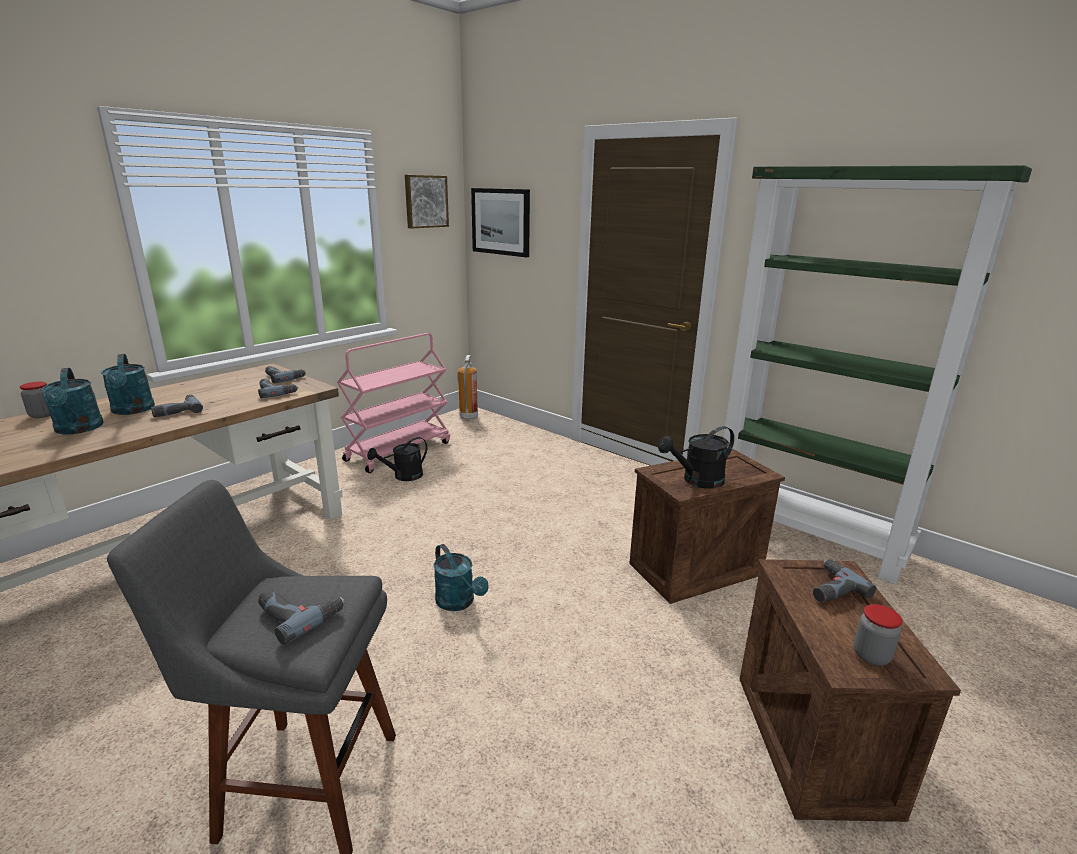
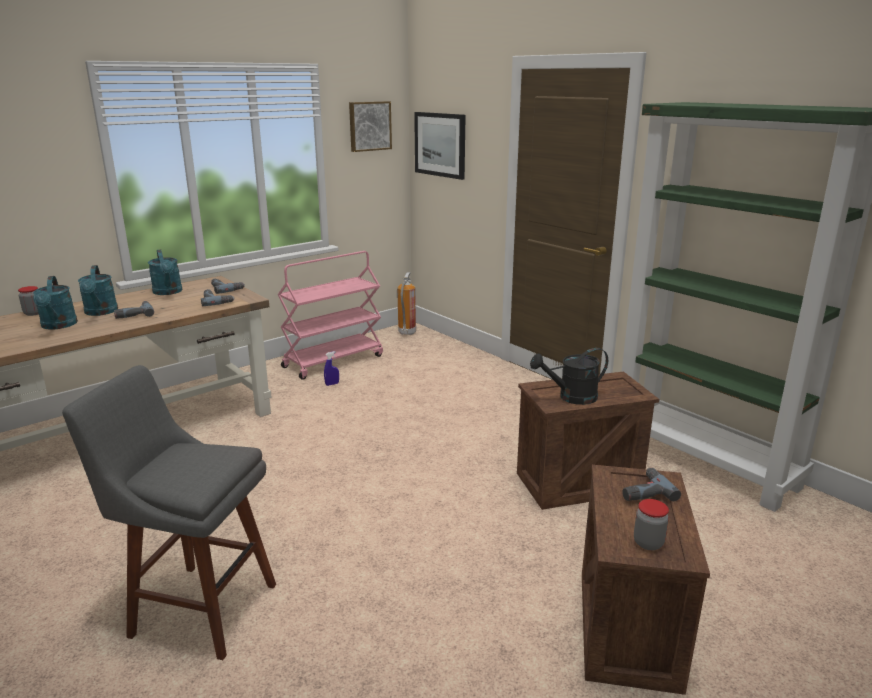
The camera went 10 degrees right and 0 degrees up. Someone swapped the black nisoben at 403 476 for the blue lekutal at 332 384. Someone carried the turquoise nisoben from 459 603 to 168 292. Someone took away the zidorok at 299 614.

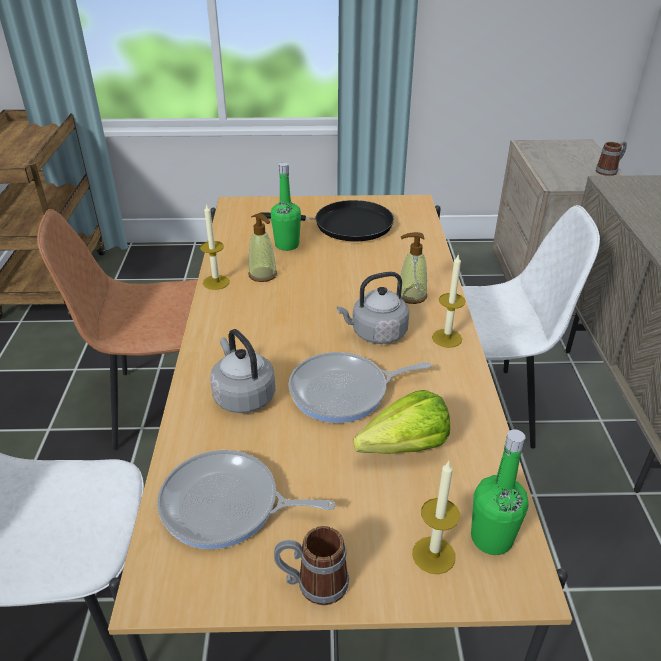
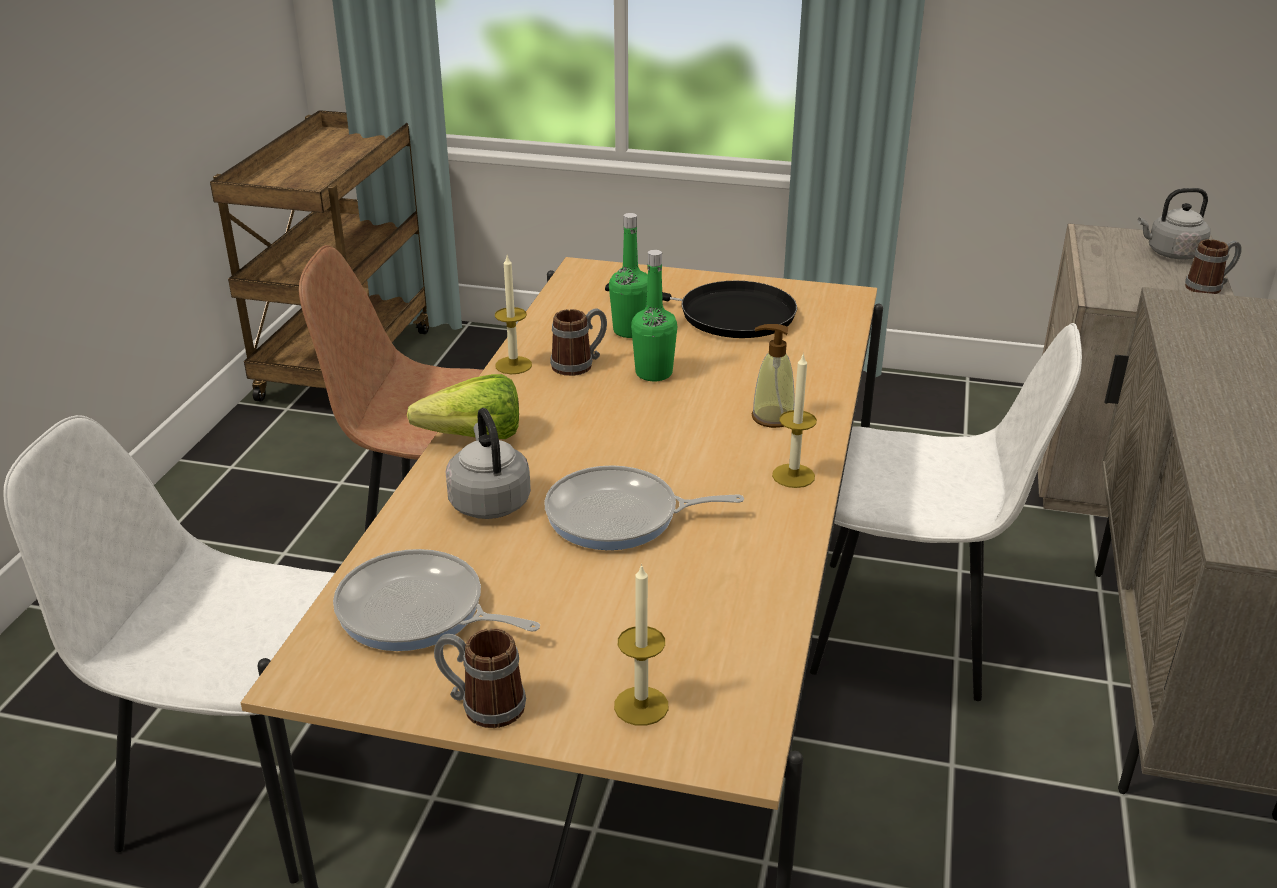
The camera went 15 degrees right and 5 degrees down. Someone swapped the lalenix at 263 275 for the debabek at 579 364. Someone carried the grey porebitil from 376 333 to 1171 254. Someone carried the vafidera from 396 449 to 465 437. Someone carried the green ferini from 491 538 to 654 373.

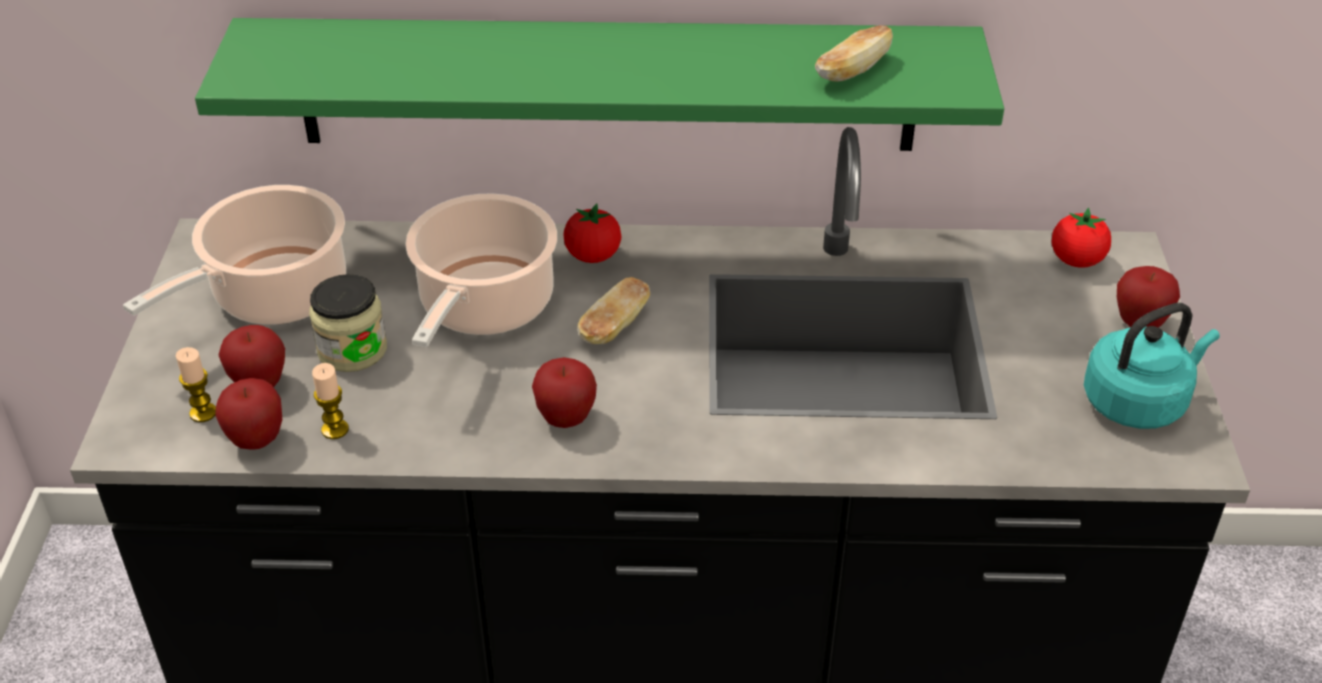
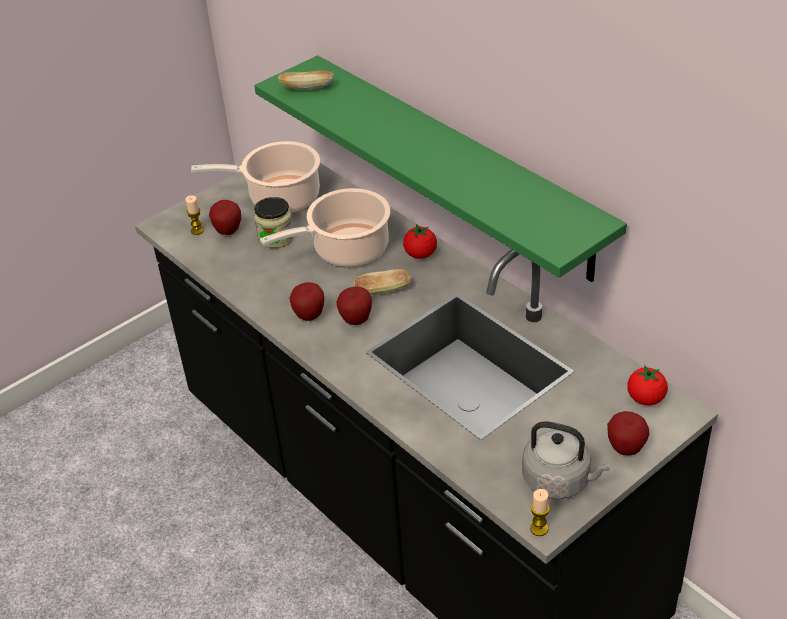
The camera went 50 degrees right and 0 degrees up. Someone carried the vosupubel from 852 71 to 307 88. Someone repainted the turquoise porebitil at 1138 402, which became the grey porebitil at 560 481. Someone carried the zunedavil from 335 429 to 539 529. Someone carried the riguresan from 257 440 to 356 320.

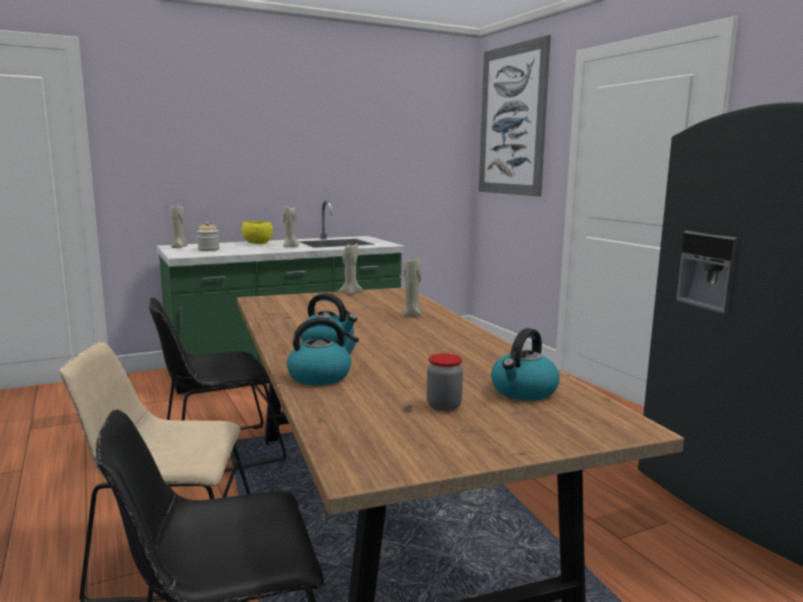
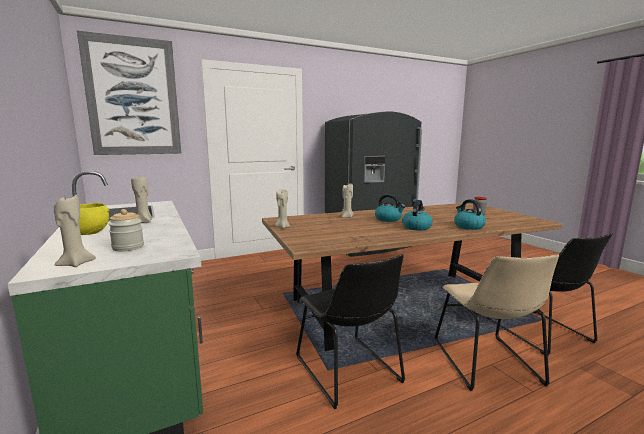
The camera went 90 degrees left and 0 degrees up. Someone carried the porebitil from 523 391 to 388 219.

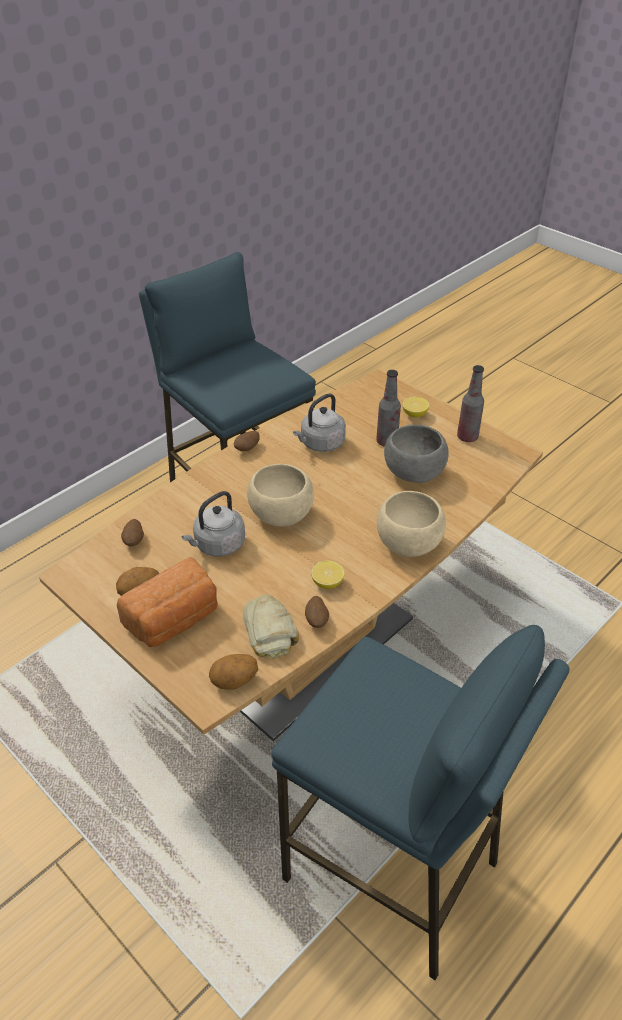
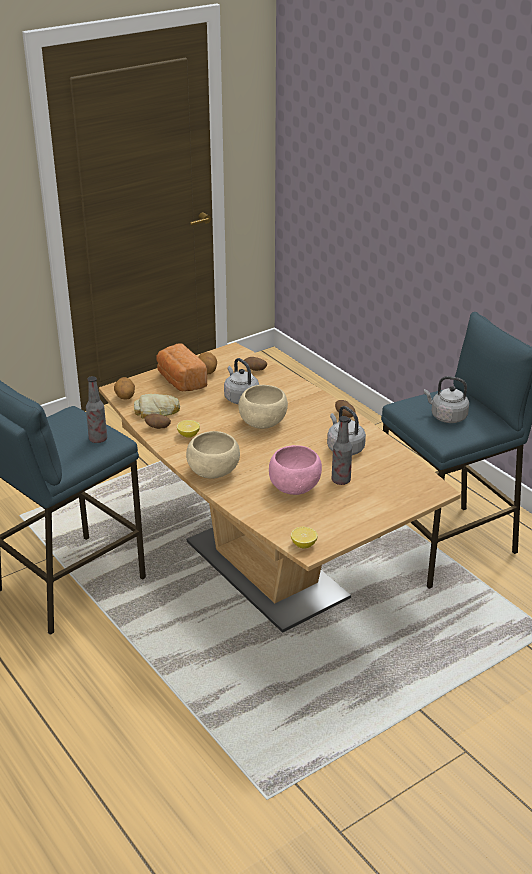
The camera went 100 degrees right and 10 degrees down. Someone carried the ferini from 467 437 to 98 439. Someone carried the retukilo from 414 414 to 303 544. Someone repainted the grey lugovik at 414 473, which became the pink lugovik at 295 488. Someone put down the grey porebitil at 446 416.

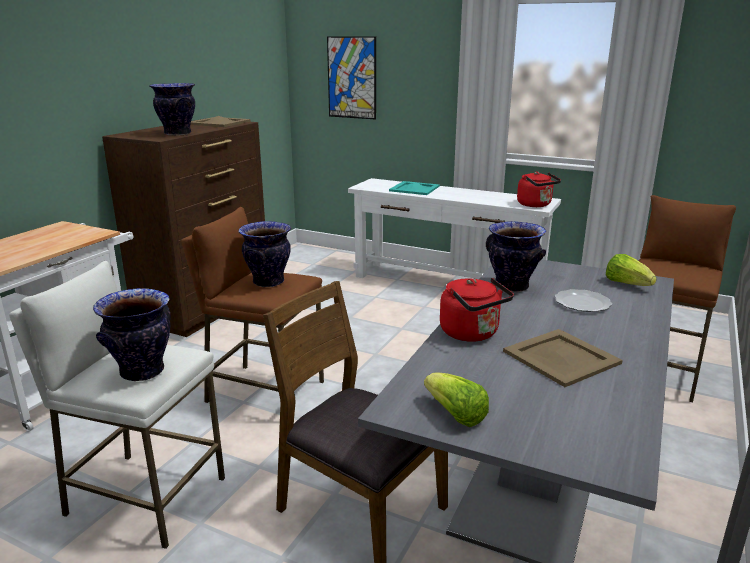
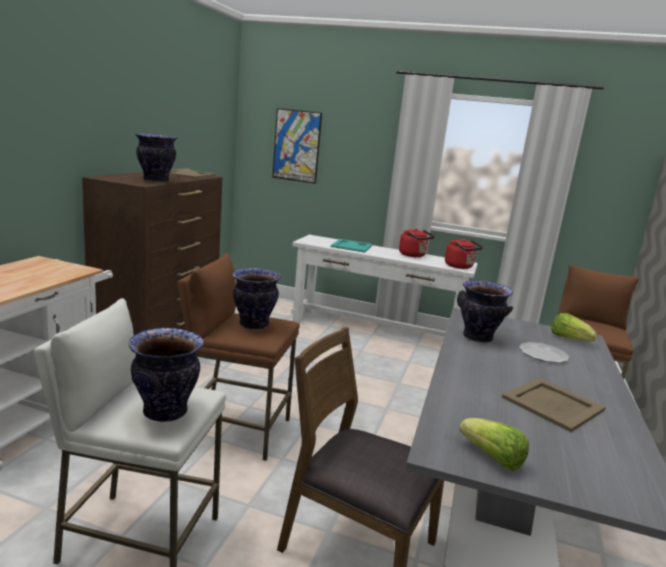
The camera went 10 degrees left and 5 degrees down. Someone carried the red porebitil from 472 334 to 413 255.

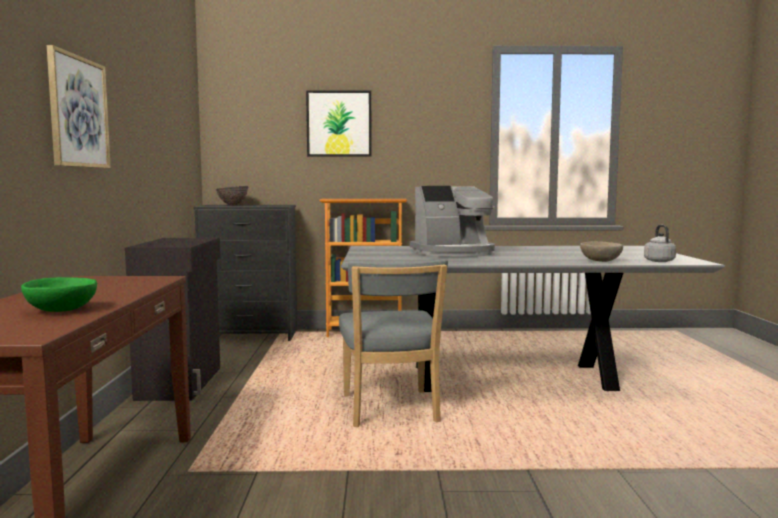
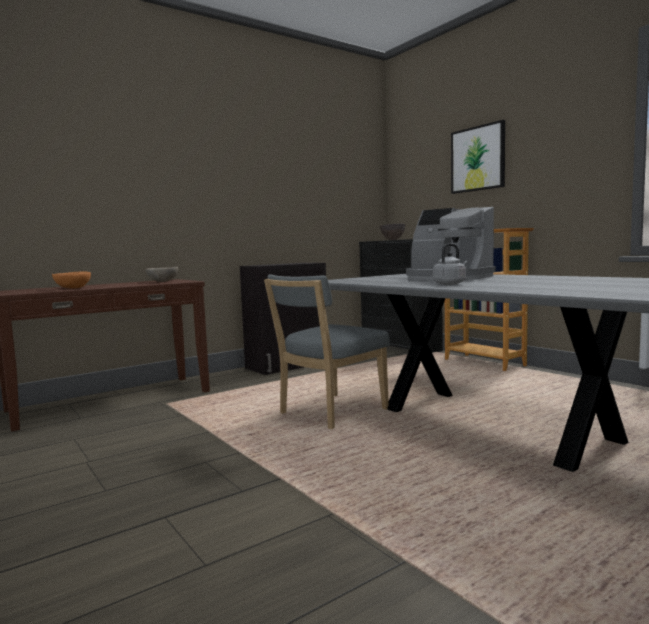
The camera went 55 degrees right and 0 degrees up. Someone took away the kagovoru at 78 112. Someone carried the grey porebitil from 658 261 to 450 283. Someone carried the beige lugovik from 600 261 to 162 281. Someone repainted the green lugovik at 60 311, which became the orange lugovik at 72 288.

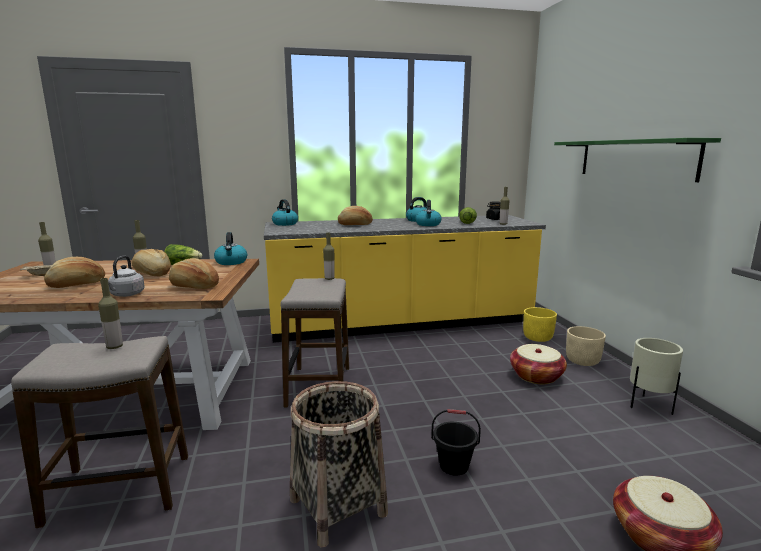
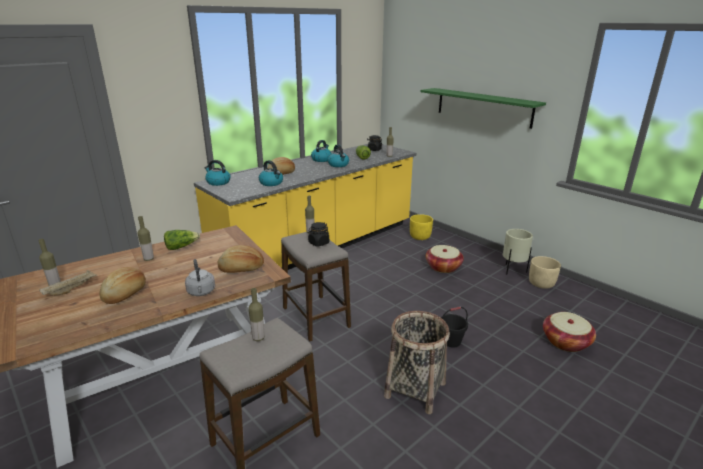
The camera went 30 degrees left and 10 degrees up. Someone carried the porebitil from 231 262 to 271 183. Someone took away the vosupubel at 152 273. Someone carried the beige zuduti from 583 361 to 541 283. Someone put down the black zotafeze at 318 243.

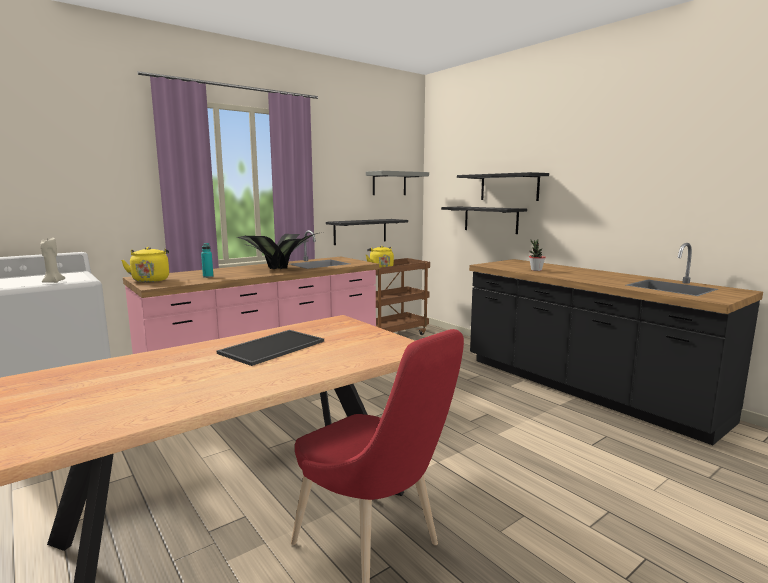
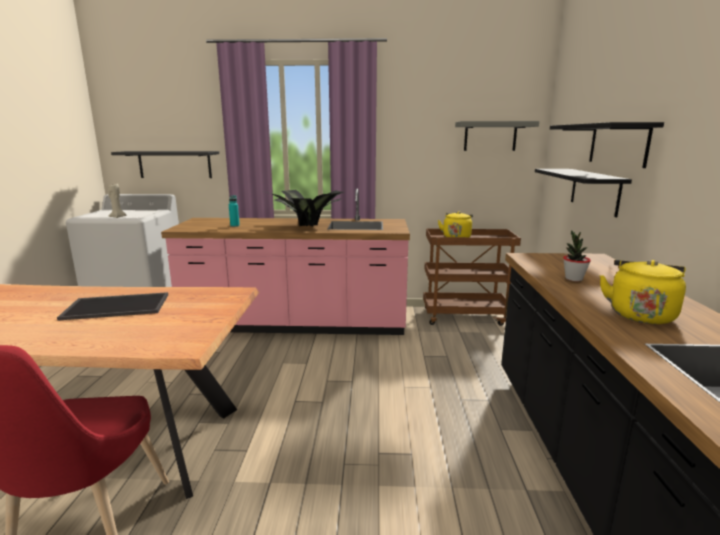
The camera went 40 degrees right and 5 degrees up. Someone carried the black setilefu from 360 231 to 175 164. Someone carried the yellow porebitil from 151 280 to 640 314.

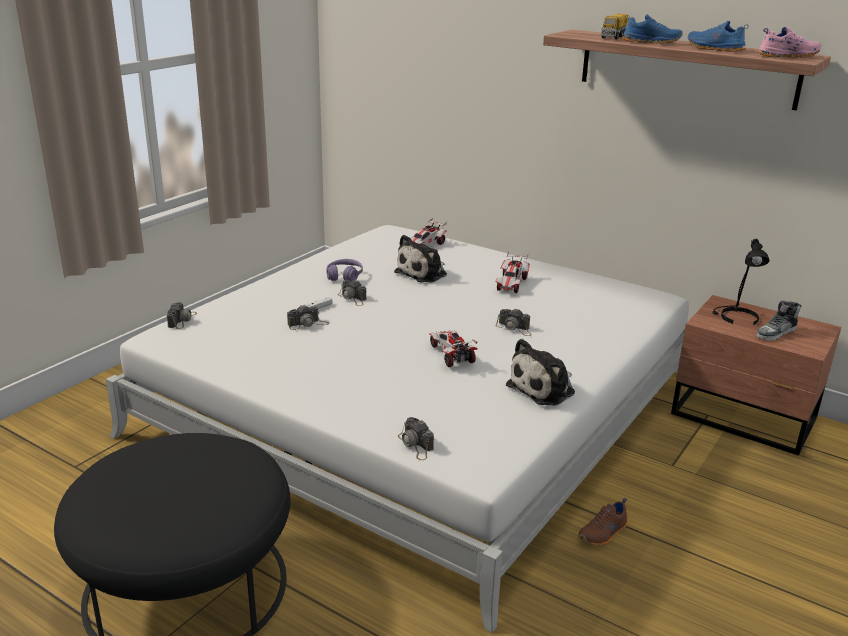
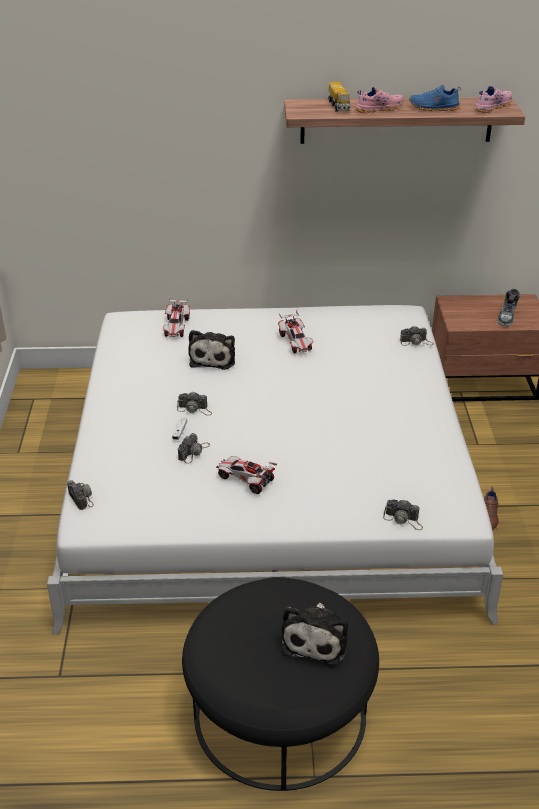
The camera went 35 degrees left and 10 degrees up. Someone repainted the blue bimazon at 651 42, which became the pink bimazon at 378 109. Someone took away the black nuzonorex at 736 318. Someone took away the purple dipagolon at 344 276. Someone carried the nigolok from 514 328 to 416 342. Someone carried the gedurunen from 451 355 to 245 480. Someone carried the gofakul from 544 389 to 316 639.

